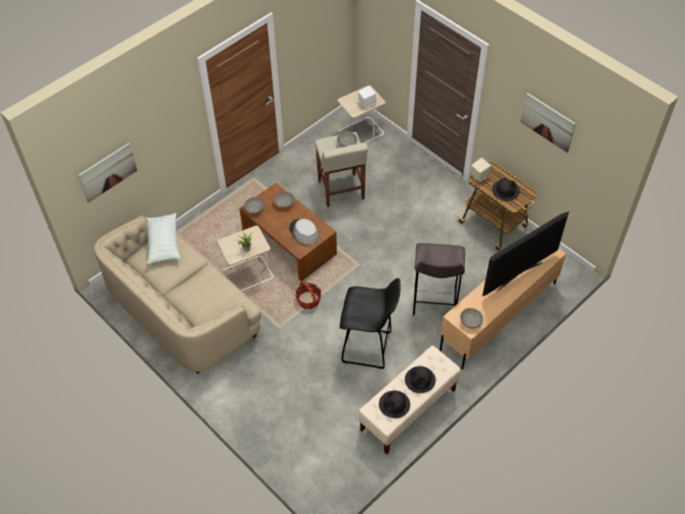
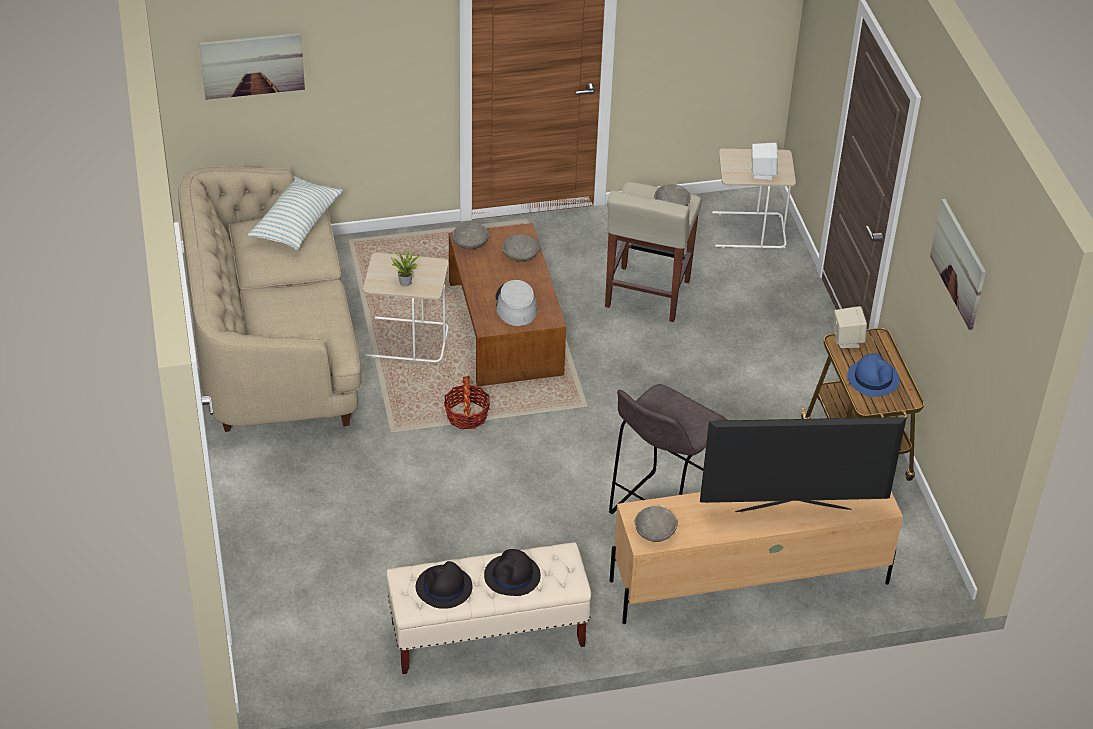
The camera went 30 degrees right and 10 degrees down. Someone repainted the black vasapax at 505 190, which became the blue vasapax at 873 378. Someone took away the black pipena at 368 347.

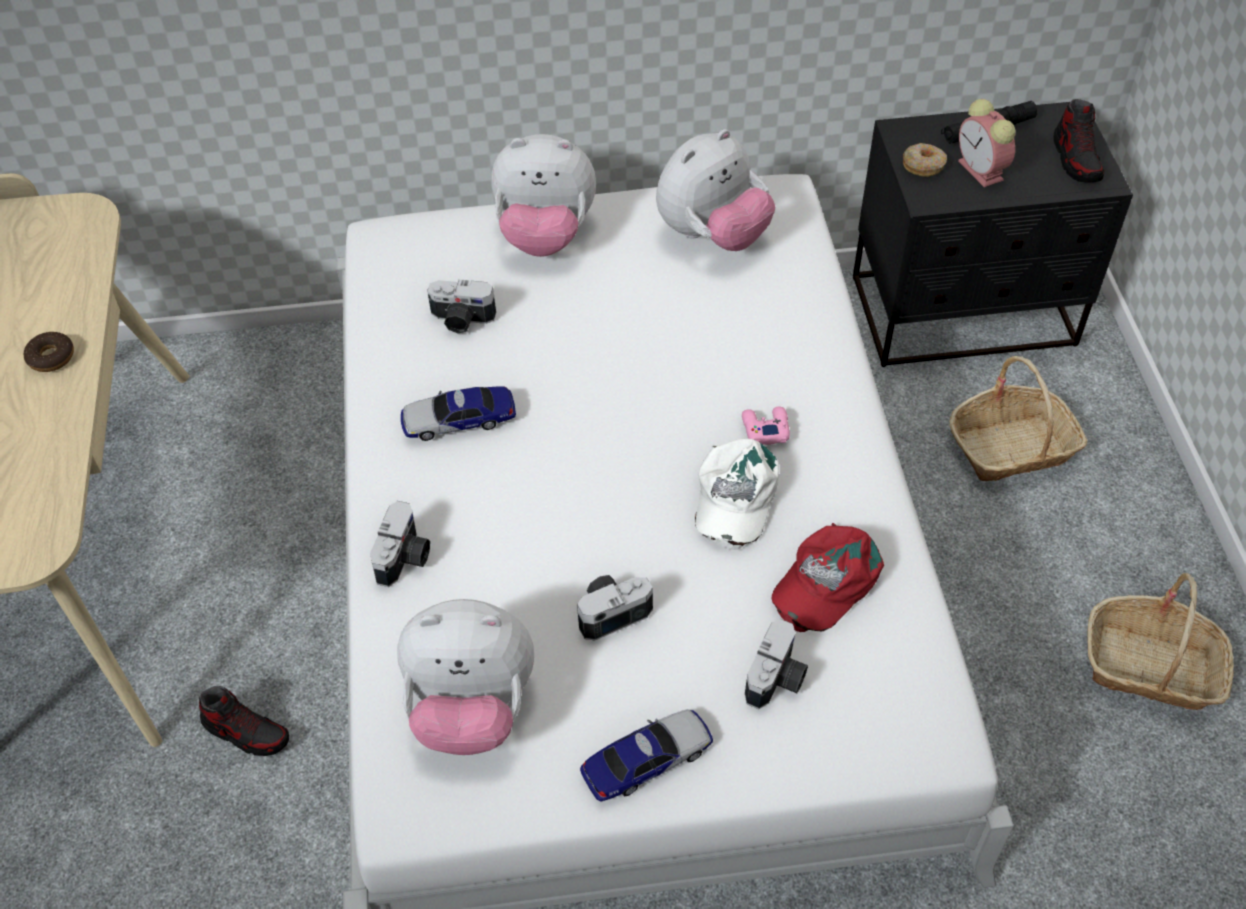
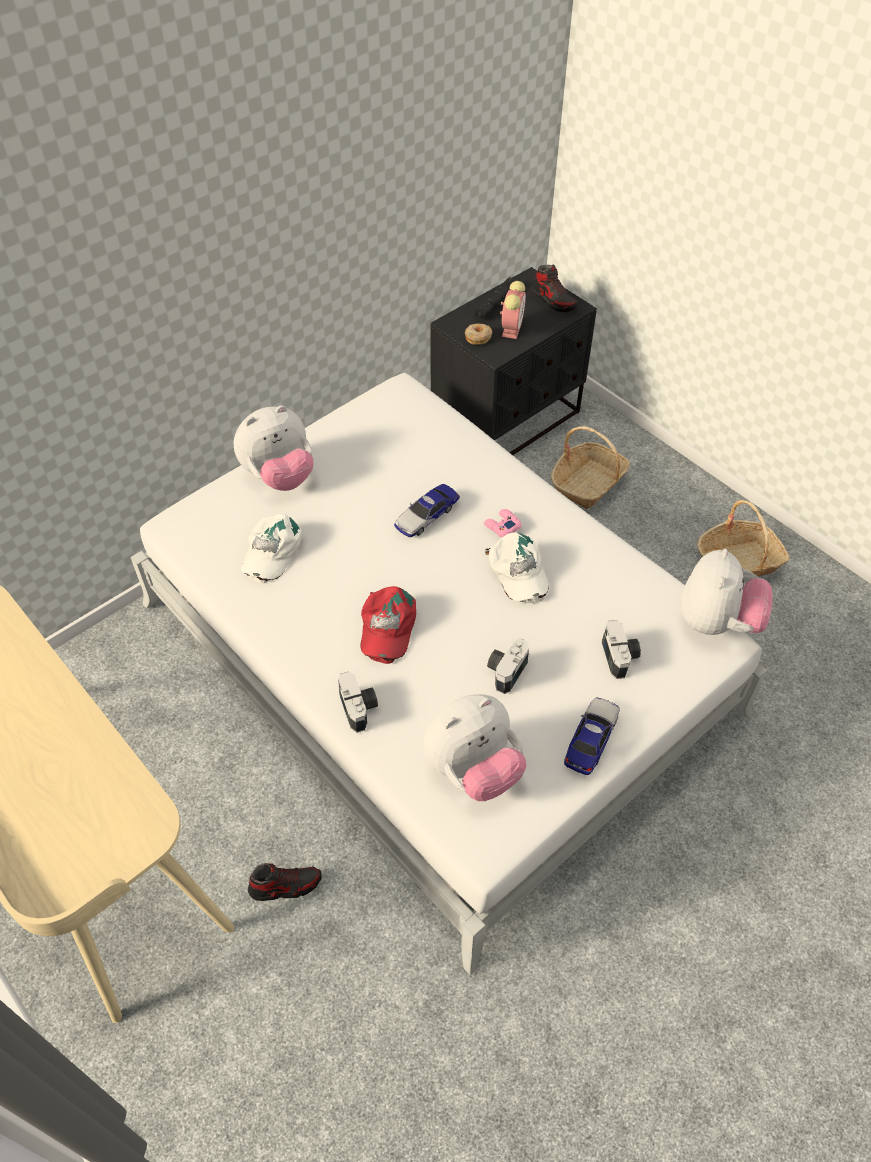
The camera went 35 degrees left and 0 degrees up. Someone rotated the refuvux at 982 171 by 105 degrees counterclockwise. Someone carried the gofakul from 712 235 to 716 622. Someone swapped the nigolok at 461 320 for the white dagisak at 271 551. Someone took away the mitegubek at 51 357. Someone carried the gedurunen from 459 420 to 427 515. Someone carried the red dagisak from 826 581 to 387 627.

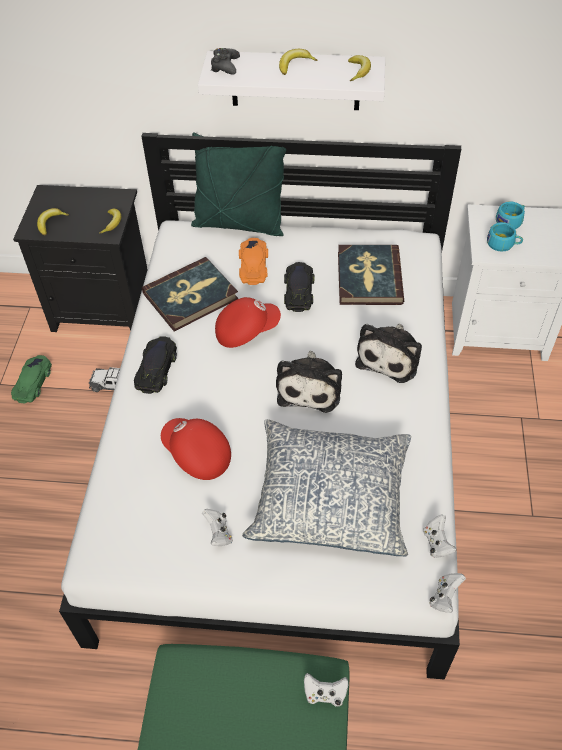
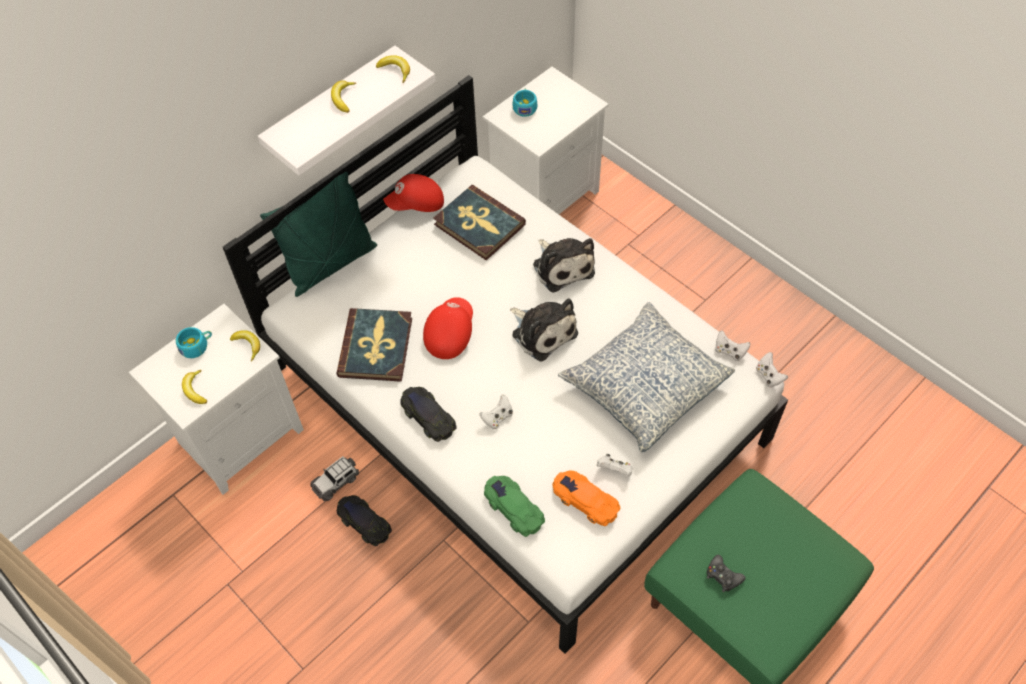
The camera went 50 degrees left and 5 degrees up. Someone carried the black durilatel from 225 66 to 723 576. Someone repainted the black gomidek at 105 307, which became the white gomidek at 240 435. Someone carried the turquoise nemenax from 503 244 to 197 346. Someone carried the orange gedurunen from 253 265 to 585 500. Someone carried the black gedurunen from 299 290 to 363 522. Someone carried the green gedurunen from 33 382 to 513 507. Someone carried the red dagisak from 196 455 to 416 204. Someone carried the white durilatel from 325 694 to 497 417.

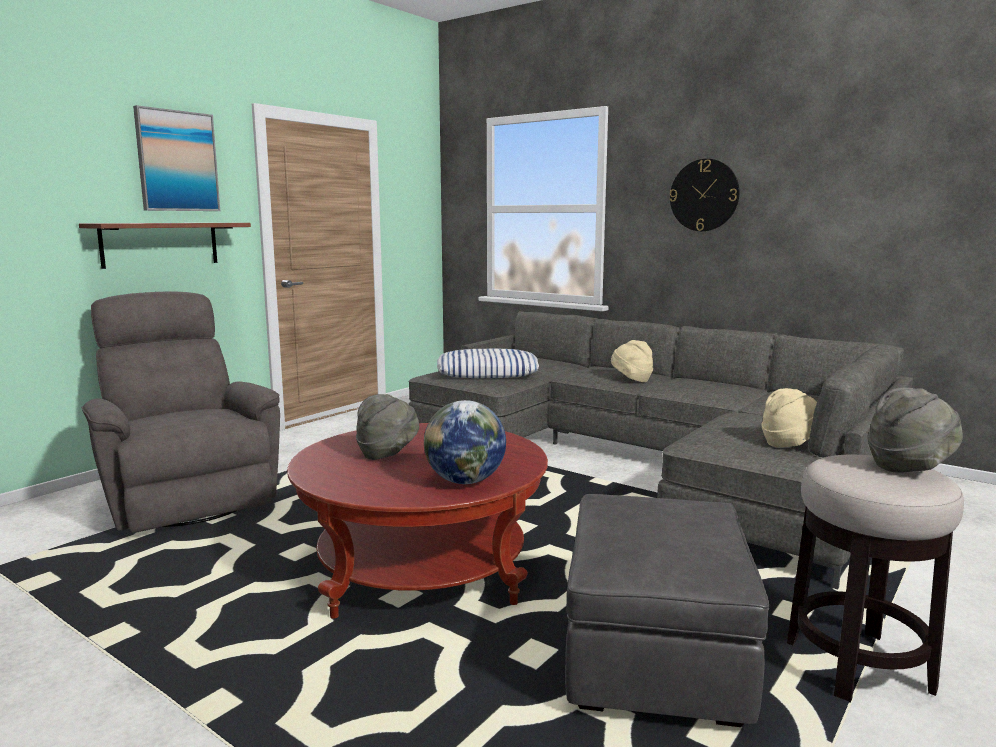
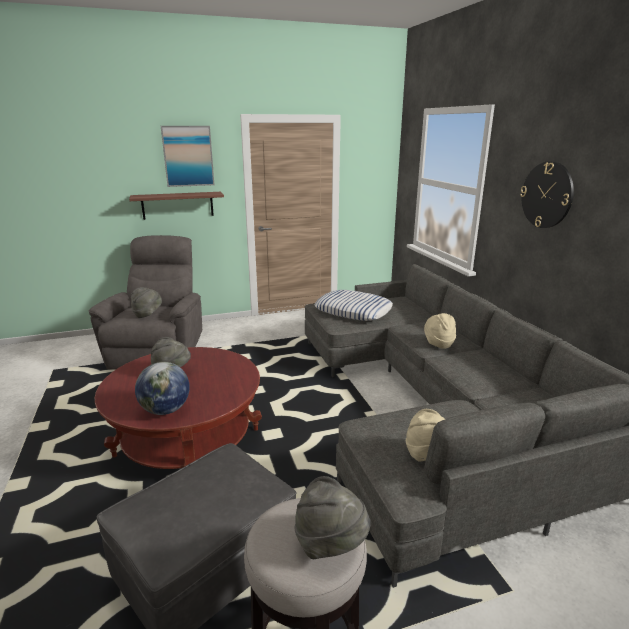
The camera went 35 degrees right and 10 degrees up. Someone put down the grey vasapax at 147 314.

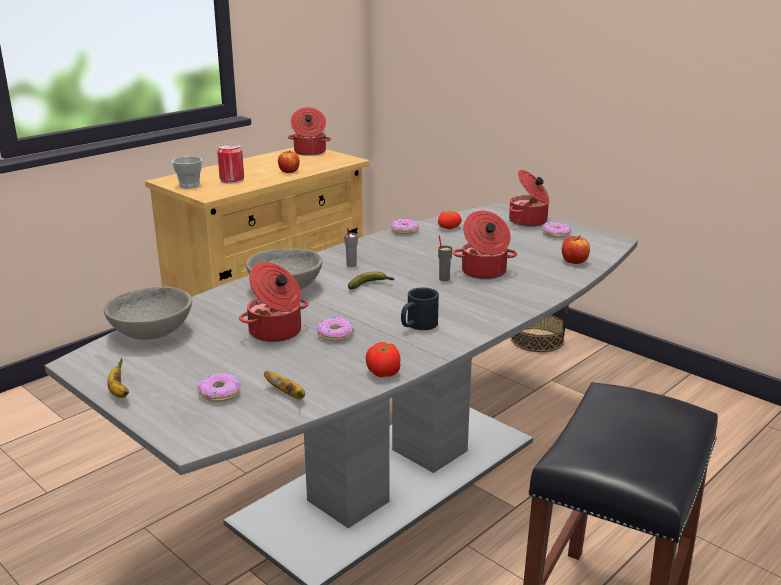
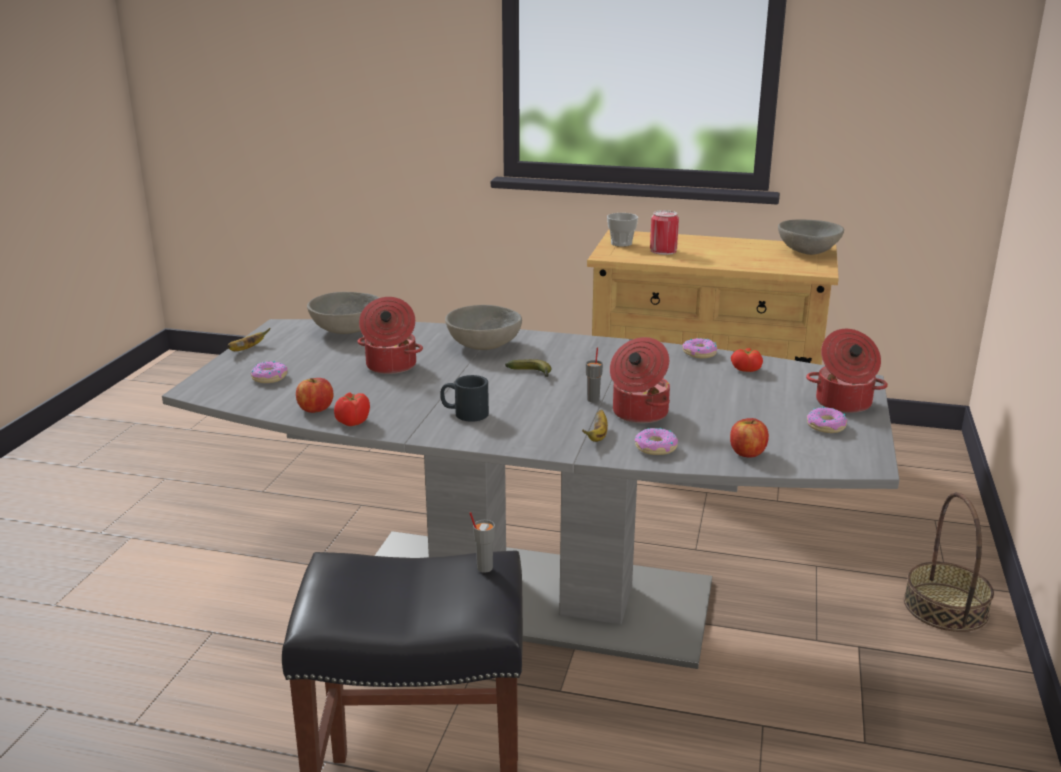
The camera went 60 degrees right and 0 degrees up. Someone swapped the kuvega at 309 152 for the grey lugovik at 808 252. Someone carried the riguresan from 289 171 to 315 409. Someone carried the grey nemenax from 351 265 to 484 568. Someone carried the mitegubek from 336 335 to 655 448. Someone carried the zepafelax from 287 395 to 598 436.

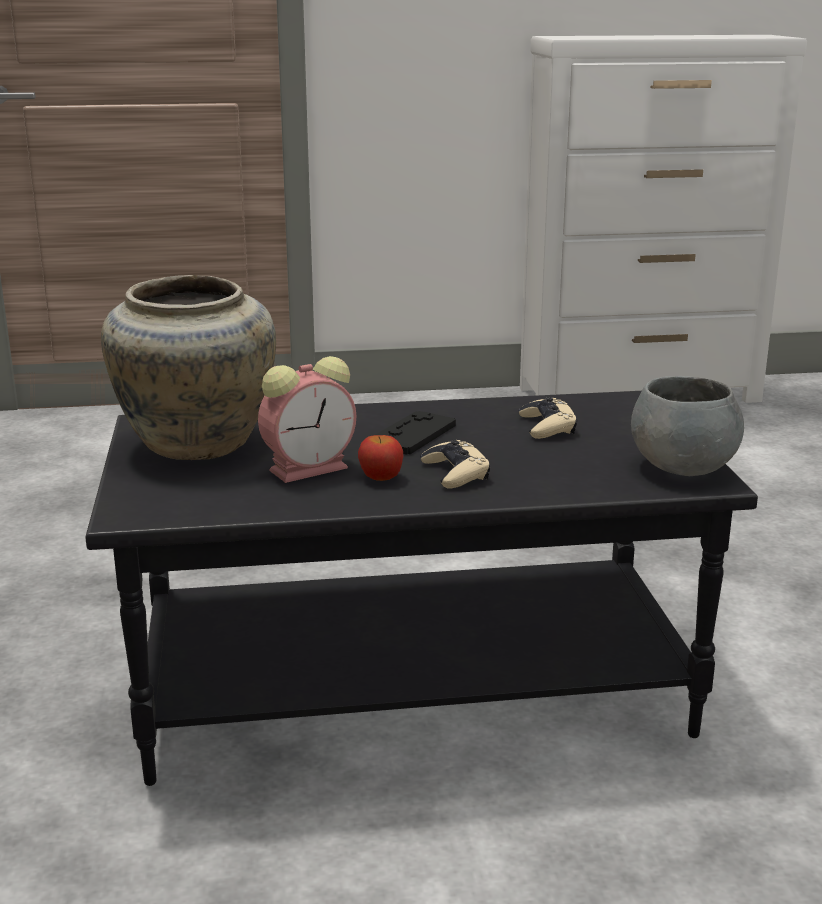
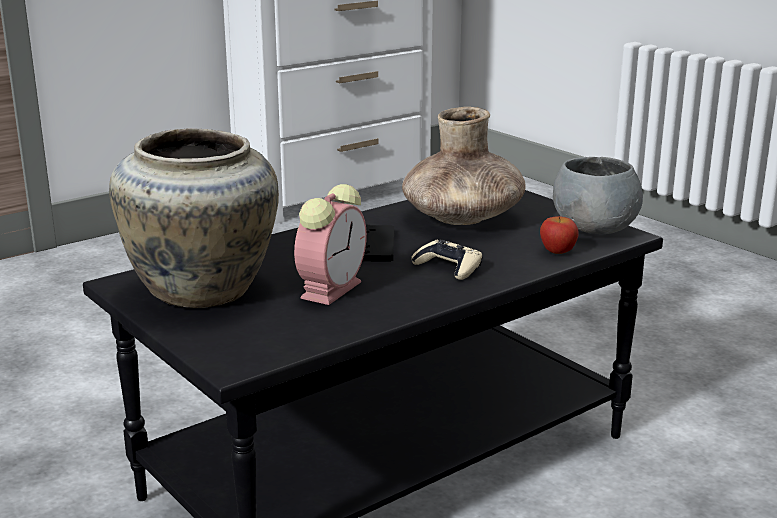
The camera went 30 degrees left and 0 degrees up. Someone swapped the beige durilatel at 547 426 for the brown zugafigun at 462 218. Someone carried the riguresan from 380 477 to 557 251.

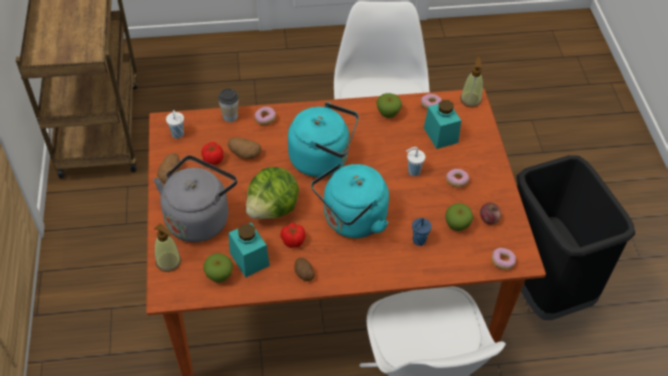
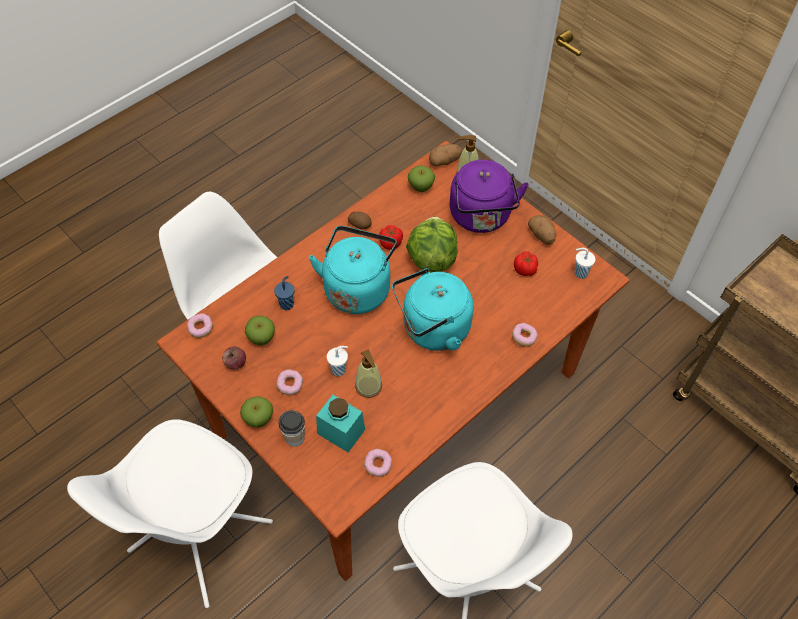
The camera went 145 degrees right and 5 degrees up. Someone carried the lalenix from 470 100 to 368 386. Someone carried the nemenax from 230 116 to 294 438. Someone carried the riguresan from 388 114 to 259 419. Someone carried the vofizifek from 244 154 to 444 161. Someone repainted the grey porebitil at 199 217, which became the purple porebitil at 481 217. Someone swapped the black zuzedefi at 543 286 for the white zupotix at 198 538. Someone took away the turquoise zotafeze at 249 259.

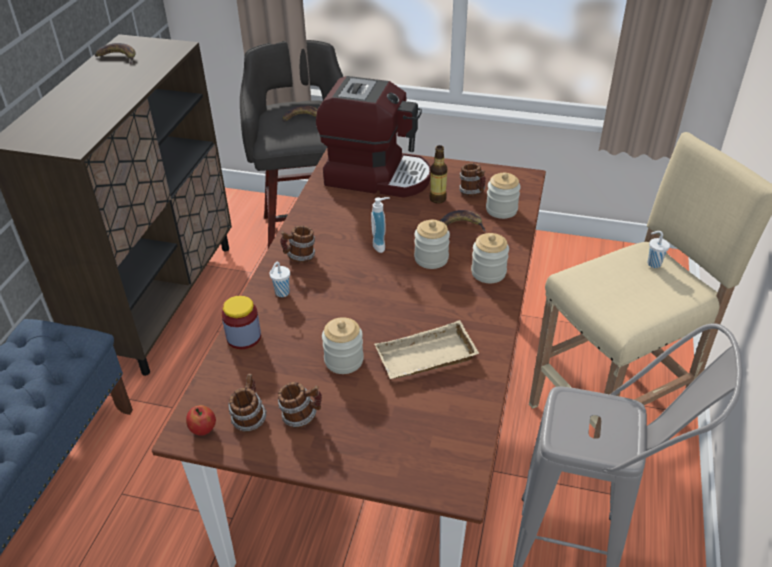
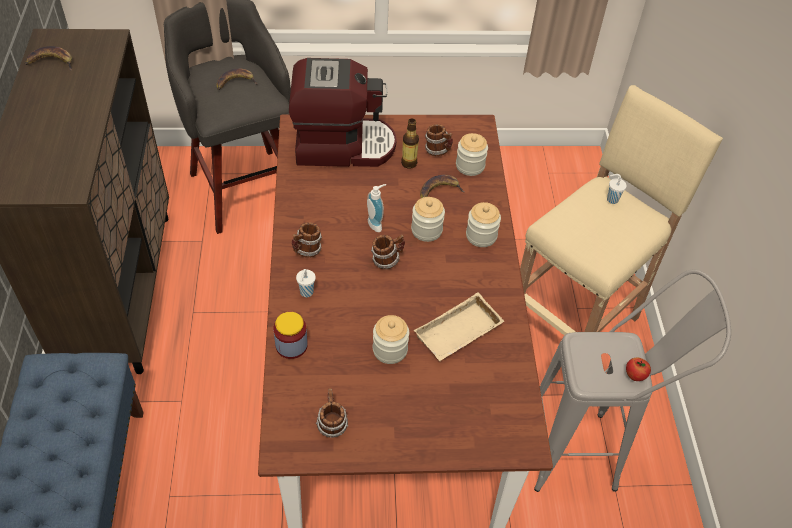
The camera went 20 degrees left and 10 degrees up. Someone carried the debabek from 301 416 to 387 260. Someone carried the riguresan from 203 429 to 635 375.

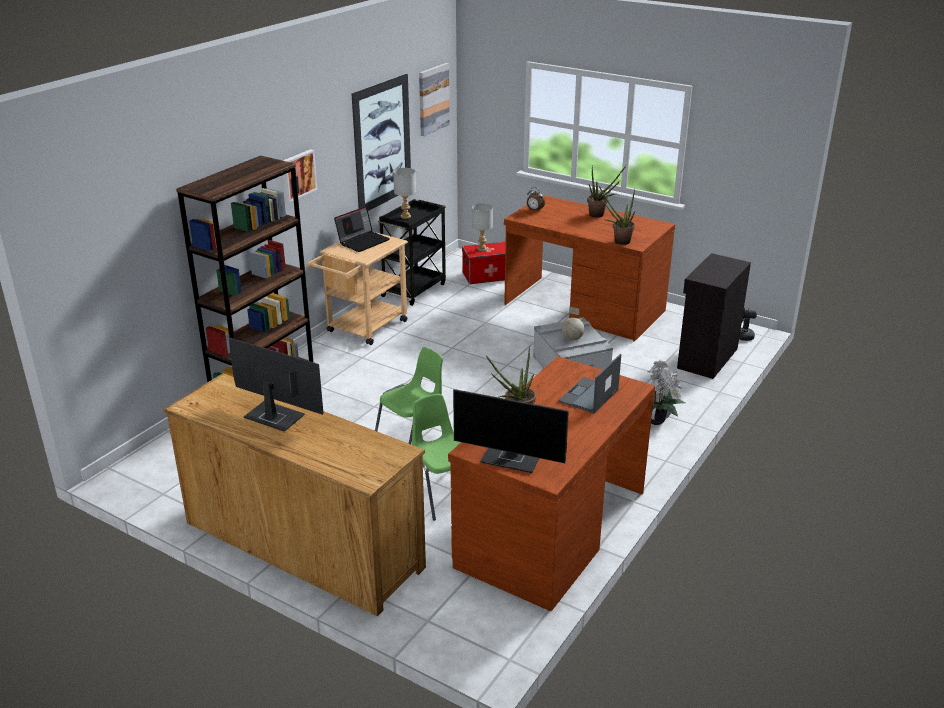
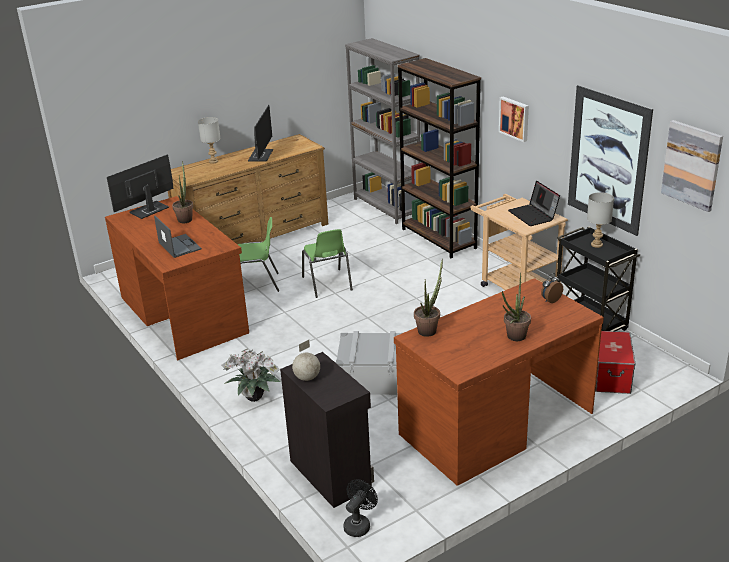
The camera went 115 degrees right and 0 degrees up. Someone carried the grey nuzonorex from 482 249 to 213 161. Someone carried the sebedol from 572 339 to 306 378. Someone rotated the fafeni at 273 417 by 45 degrees counterclockwise. Someone put down the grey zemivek at 387 207.

